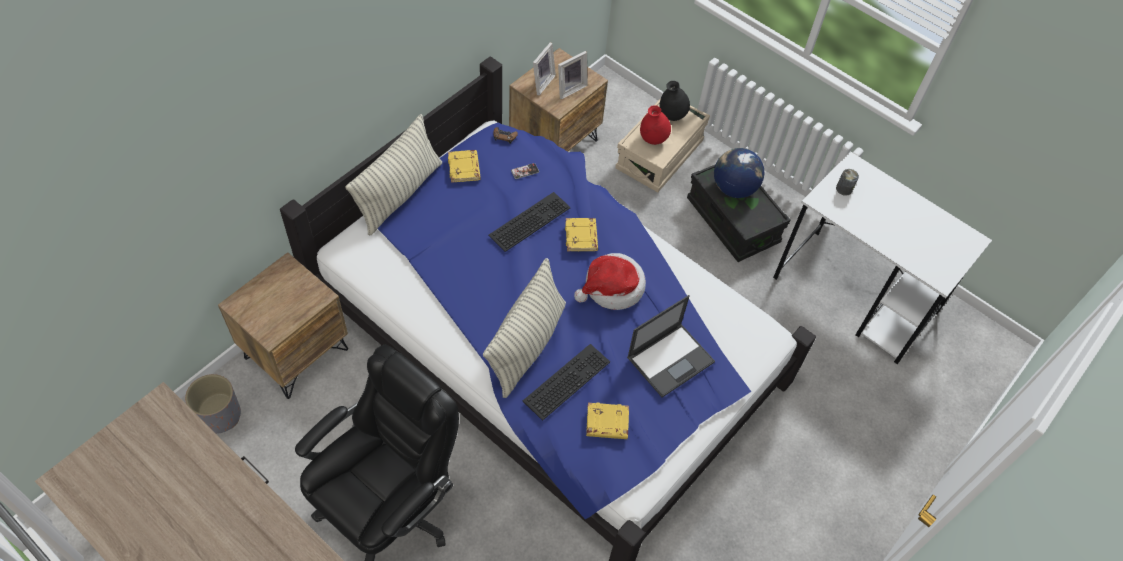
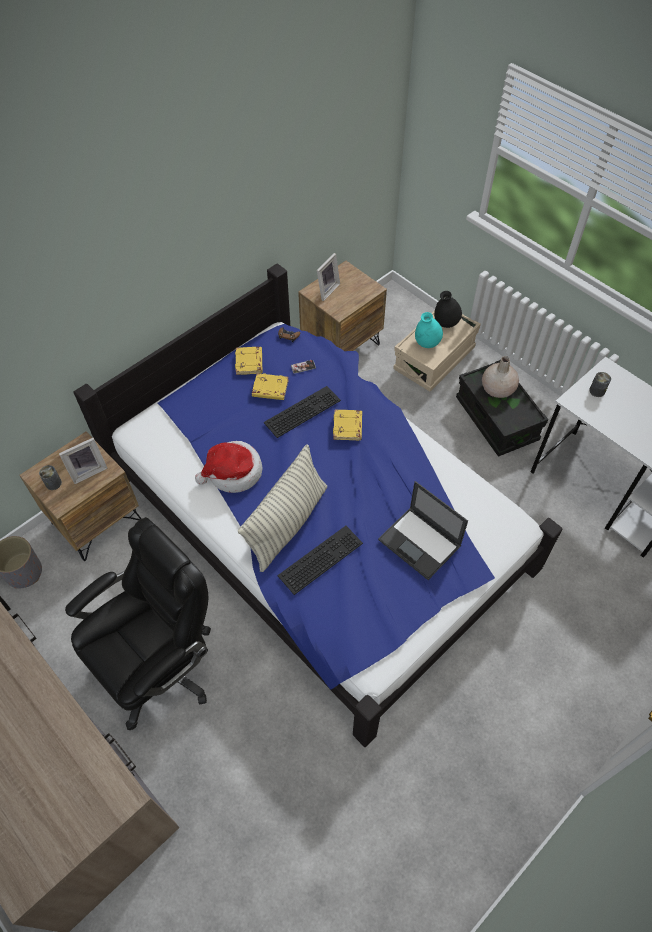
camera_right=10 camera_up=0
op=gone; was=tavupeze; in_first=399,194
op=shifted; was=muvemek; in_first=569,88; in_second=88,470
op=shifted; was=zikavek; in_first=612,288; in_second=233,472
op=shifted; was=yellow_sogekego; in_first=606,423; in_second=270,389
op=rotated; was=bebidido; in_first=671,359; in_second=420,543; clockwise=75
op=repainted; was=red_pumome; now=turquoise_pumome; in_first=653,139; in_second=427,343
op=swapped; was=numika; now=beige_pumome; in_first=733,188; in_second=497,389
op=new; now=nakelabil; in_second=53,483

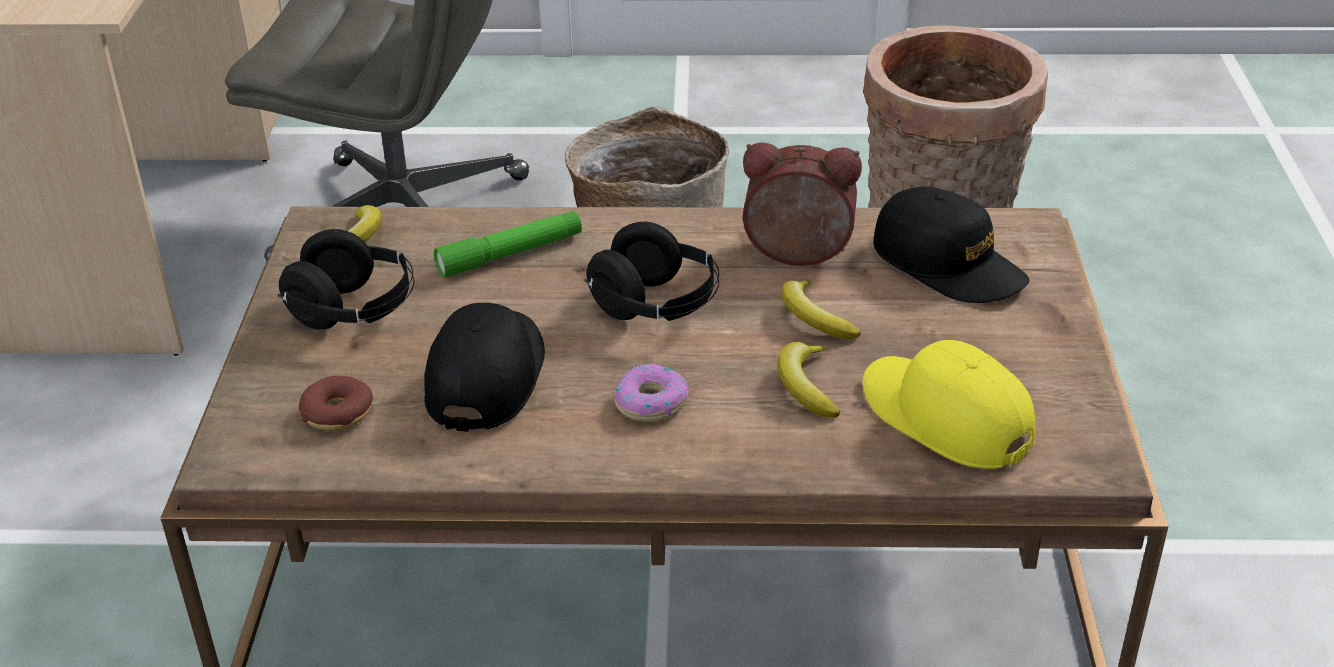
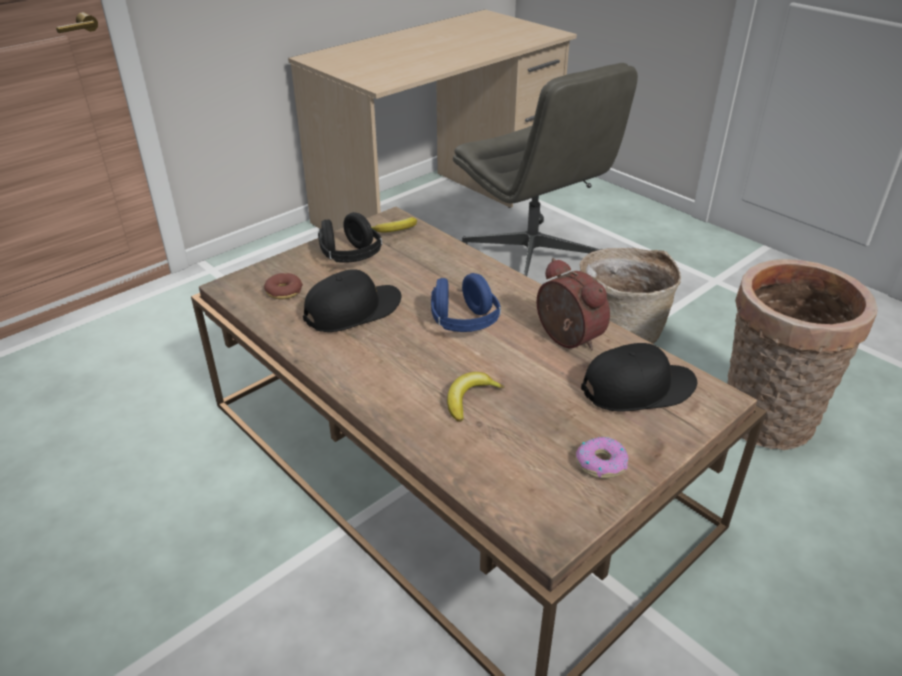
camera_right=45 camera_up=0
op=gone; was=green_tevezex; in_first=510,254
op=repainted; was=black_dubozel; now=blue_dubozel; in_first=656,306; in_second=464,323
op=shifted; was=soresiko; in_first=650,402; in_second=601,463
op=gone; was=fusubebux; in_first=814,318
op=gone; was=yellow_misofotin; in_first=946,417
op=rotated; was=black_misofotin; in_first=948,264; in_second=638,389; clockwise=-105

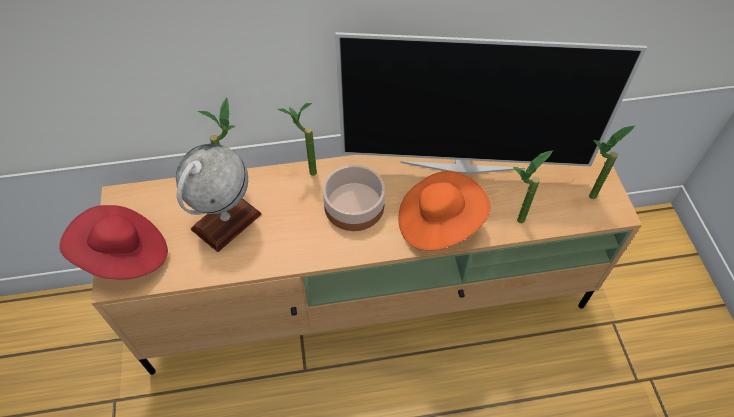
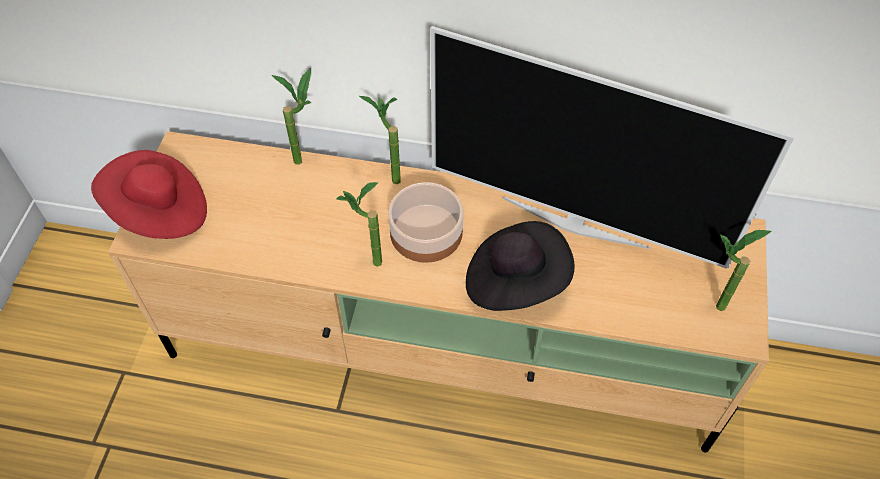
camera_right=20 camera_up=0
op=gone; was=numika; in_first=226,222
op=repainted; was=orange_zikavek; now=black_zikavek; in_first=438,222; in_second=515,281
op=shifted; was=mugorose; in_first=514,223; in_second=367,264

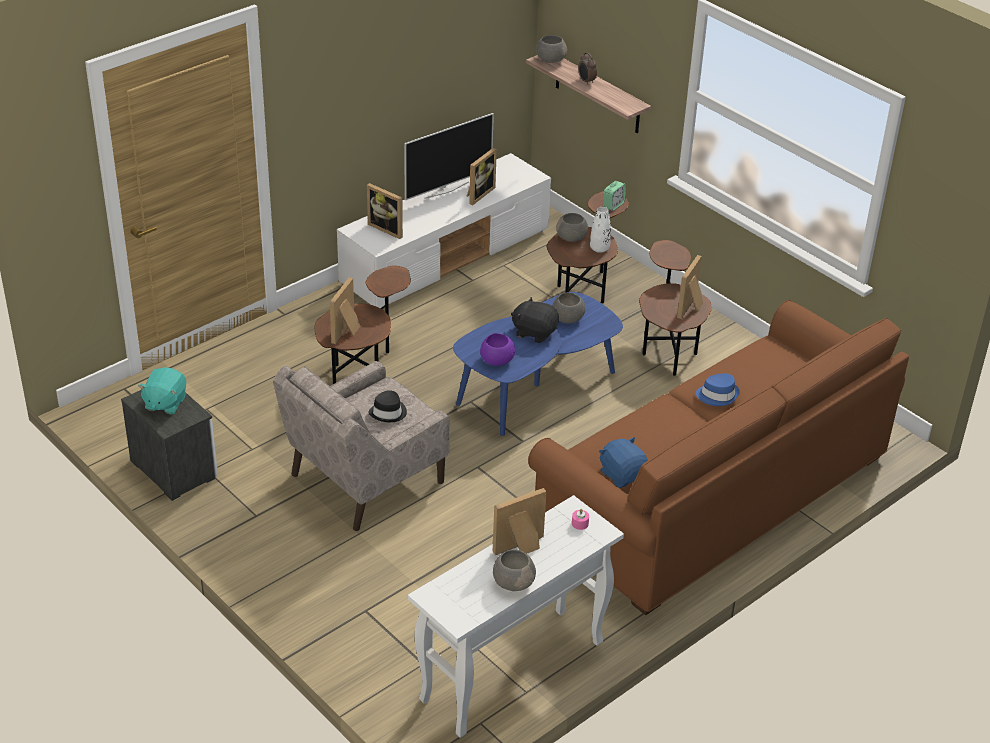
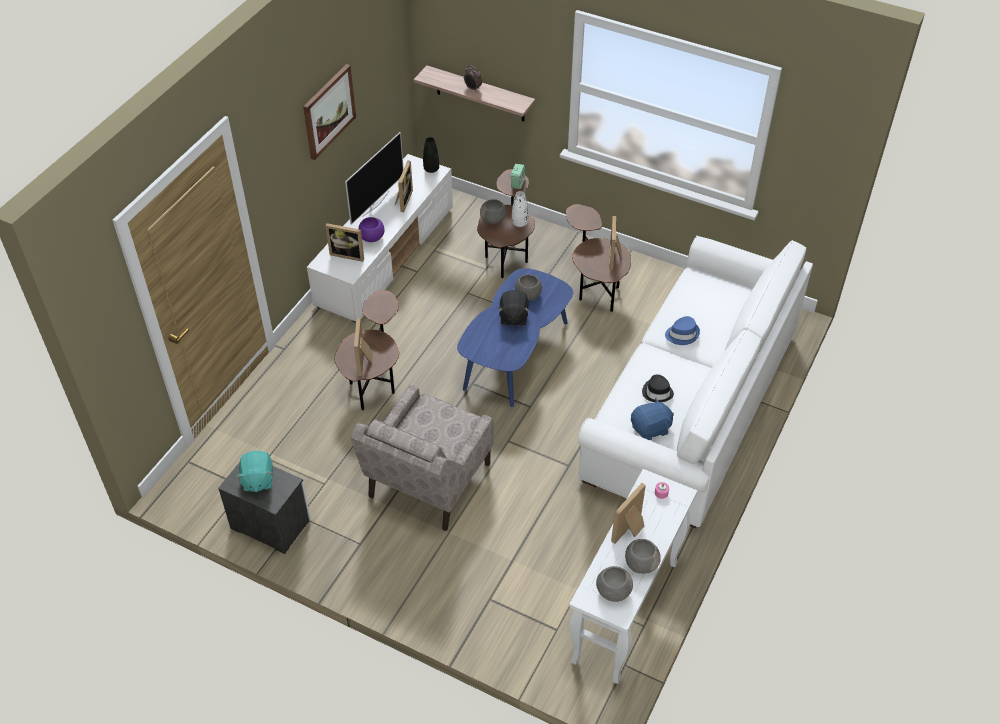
camera_right=-20 camera_up=10
op=shifted; was=black_zikavek; in_first=388,412; in_second=657,392
op=shifted; was=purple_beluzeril; in_first=496,360; in_second=371,237
op=rotated; was=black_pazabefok; in_first=534,332; in_second=513,317; clockwise=-90
op=repainted; was=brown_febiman; now=white_febiman; in_first=714,494; in_second=691,406
op=shifted; was=grey_beluzeril; in_first=550,59; in_second=612,590
op=rotated; was=blue_pazabefok; in_first=622,475; in_second=651,429; clockwise=120
op=new; now=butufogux; in_second=328,111
op=new; now=black_pumome; in_second=431,169

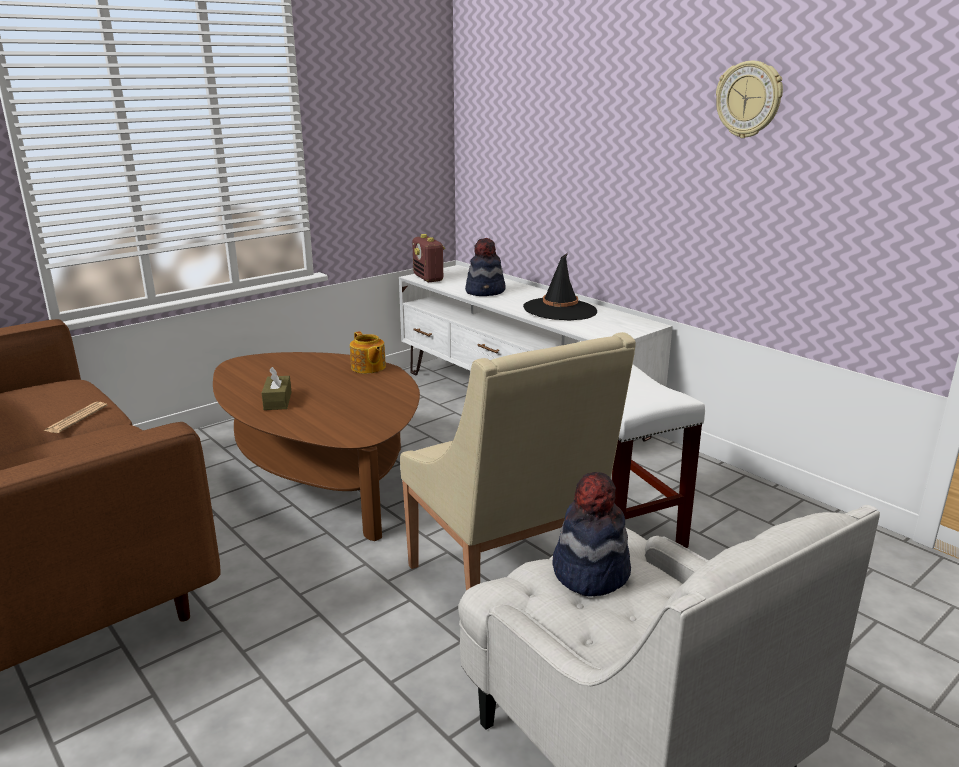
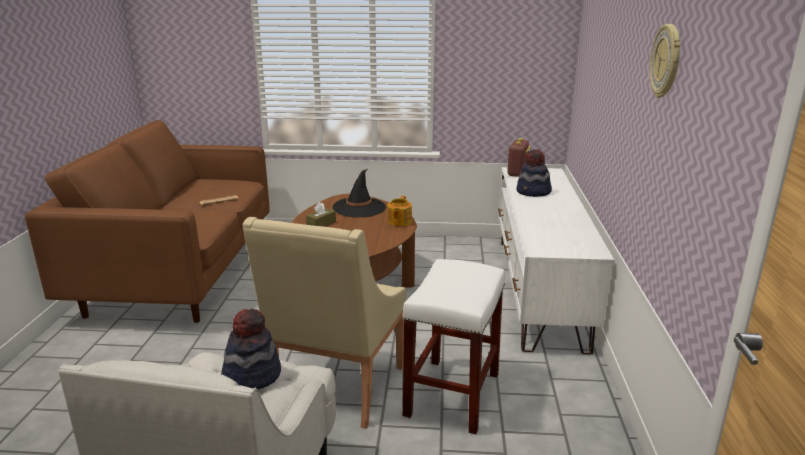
camera_right=45 camera_up=0
op=shifted; was=black_zikavek; in_first=560,310; in_second=359,208

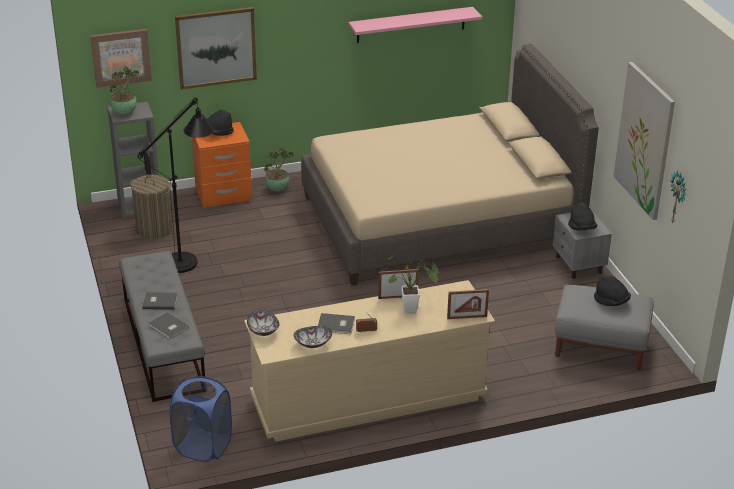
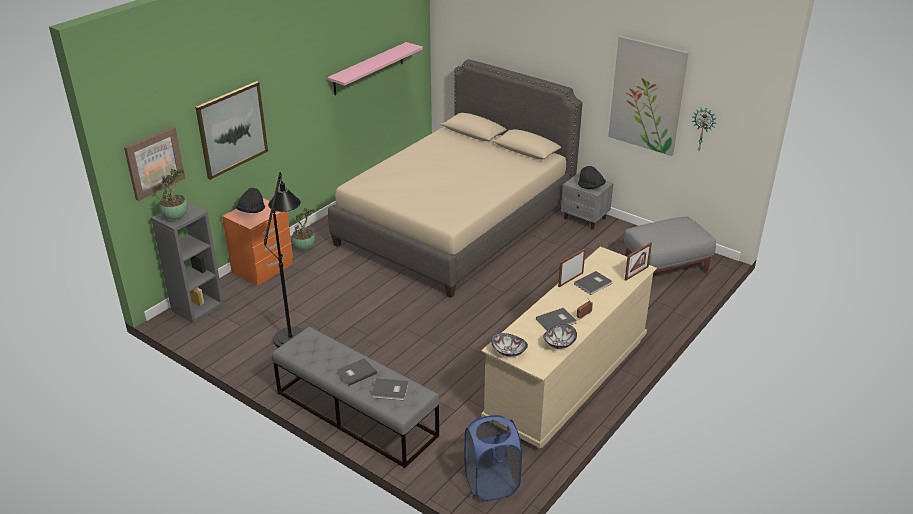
camera_right=-35 camera_up=0
op=gone; was=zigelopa; in_first=154,229
op=swapped; was=mugorose; now=grey_sogekego; in_first=413,309; in_second=594,284
op=gone; was=black_zikavek; in_first=611,302

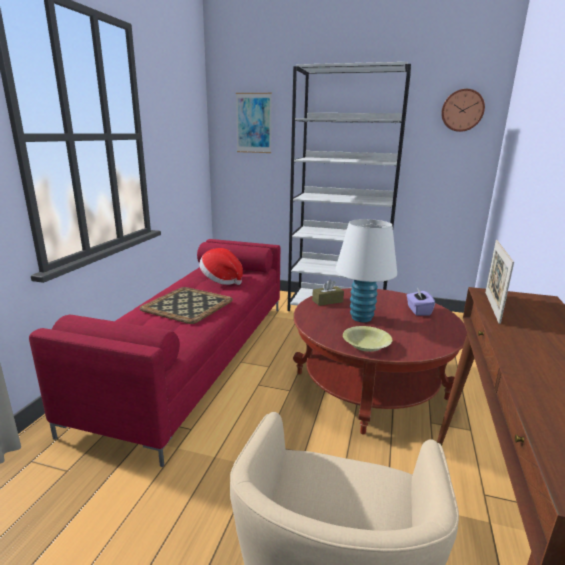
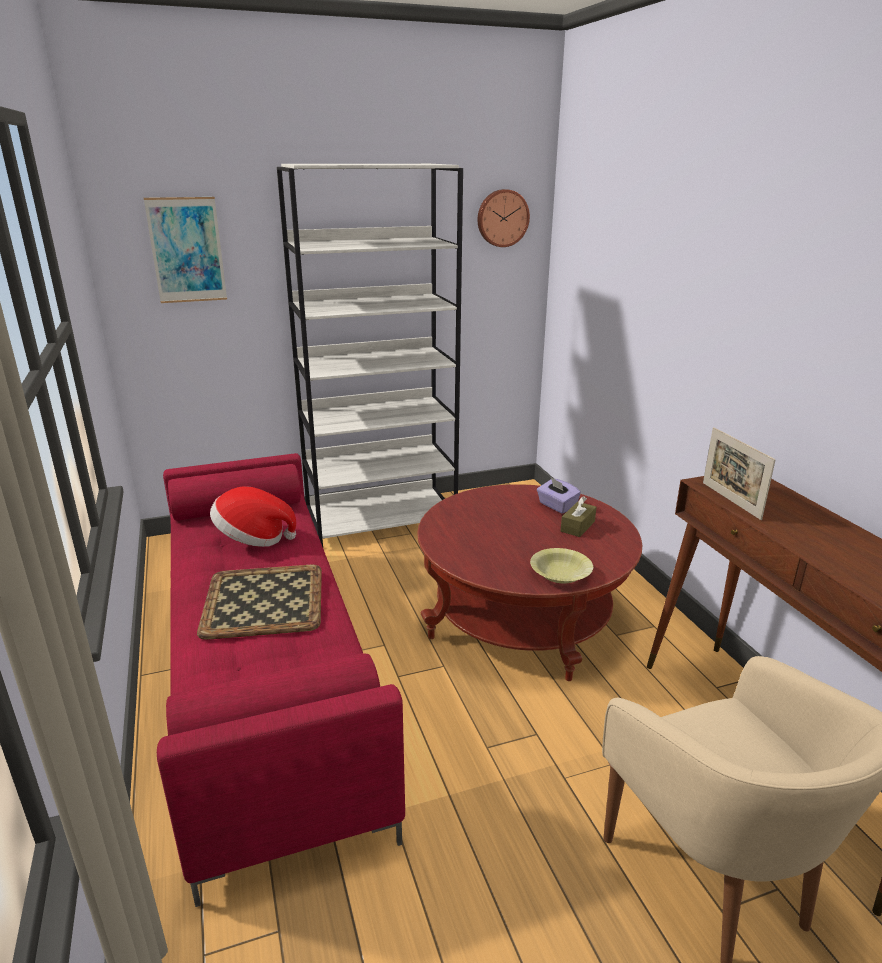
camera_right=-35 camera_up=5
op=shifted; was=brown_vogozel; in_first=327,301; in_second=577,526
op=gone; was=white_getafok; in_first=361,318

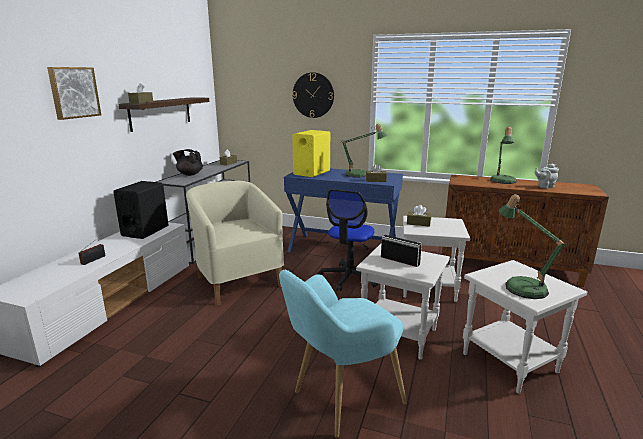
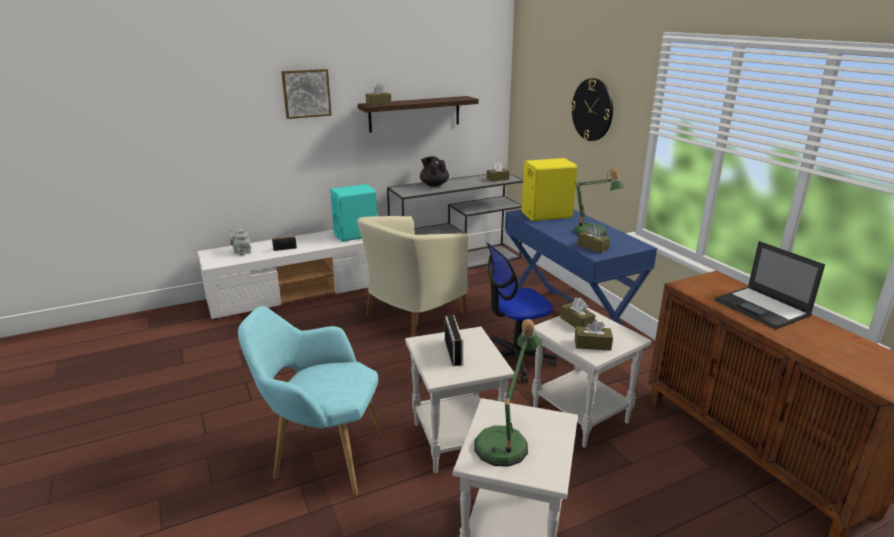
camera_right=45 camera_up=5
op=repainted; was=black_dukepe; now=turquoise_dukepe; in_first=145,231; in_second=356,234
op=rotated; was=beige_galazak; in_first=237,281; in_second=412,314; clockwise=-150
op=swapped; was=getafok; now=bebidido; in_first=502,182; in_second=763,308
op=shifted; was=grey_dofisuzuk; in_first=544,186; in_second=241,252
op=new; now=brown_vogozel; in_second=592,344

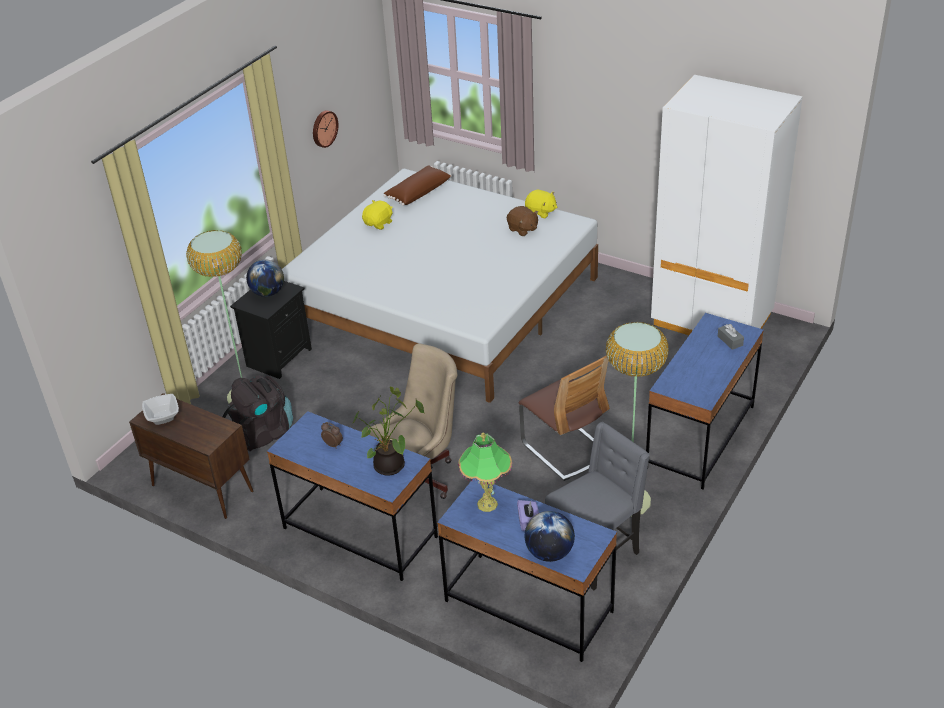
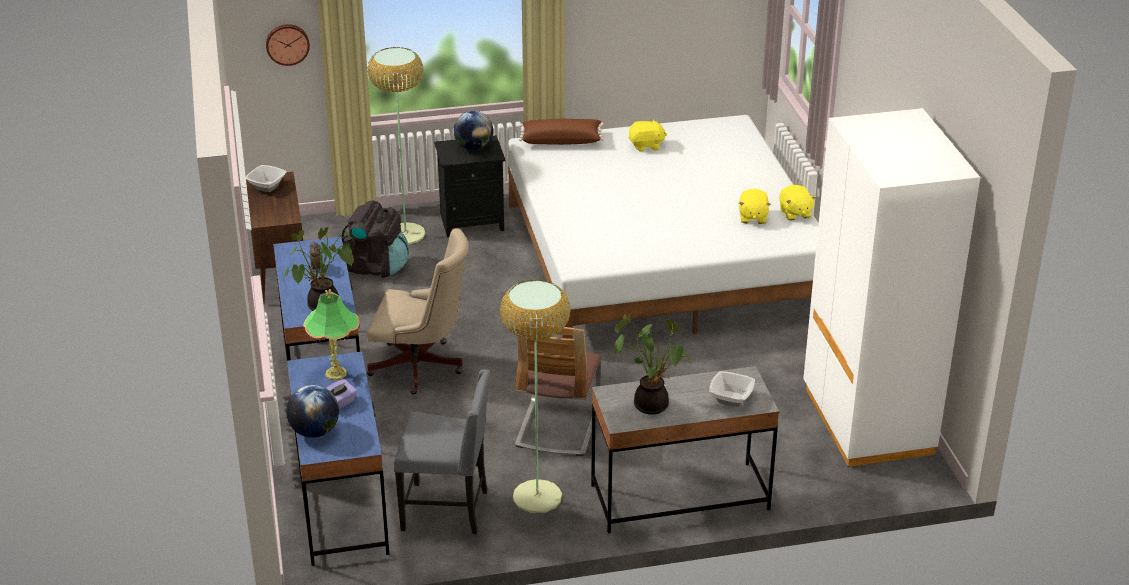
camera_right=45 camera_up=-5
op=shifted; was=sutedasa; in_first=323,128; in_second=287,44
op=shifted; was=brown_tavupeze; in_first=417,192; in_second=561,140
op=repainted; was=brown_pazabefok; now=yellow_pazabefok; in_first=522,229; in_second=752,217
op=repainted; was=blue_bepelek; now=grey_bepelek; in_first=700,437; in_second=679,497
op=swapped; was=grey_vogozel; now=beluzeril; in_first=730,341; in_second=731,399
op=new; now=mugorose; in_second=651,403

